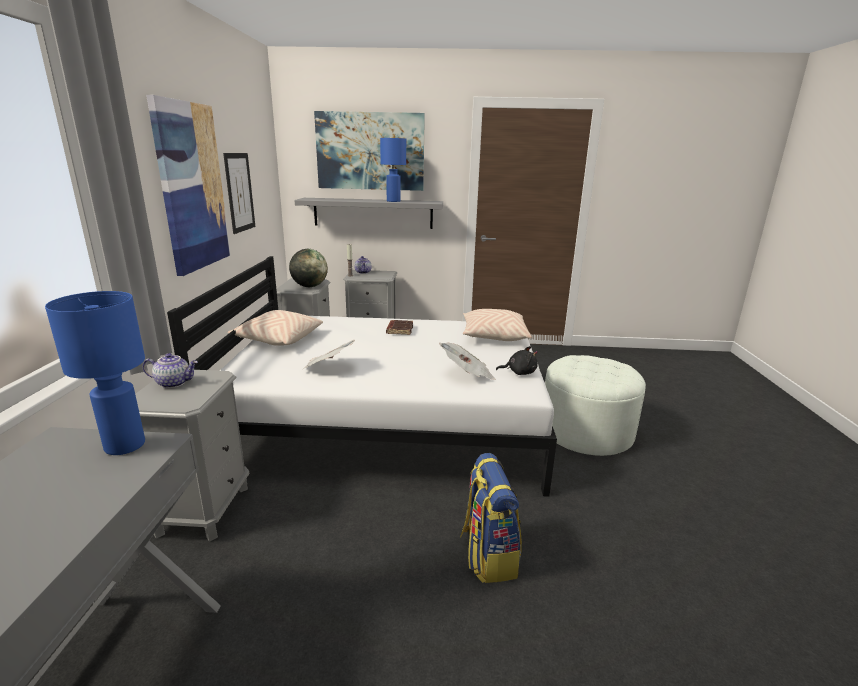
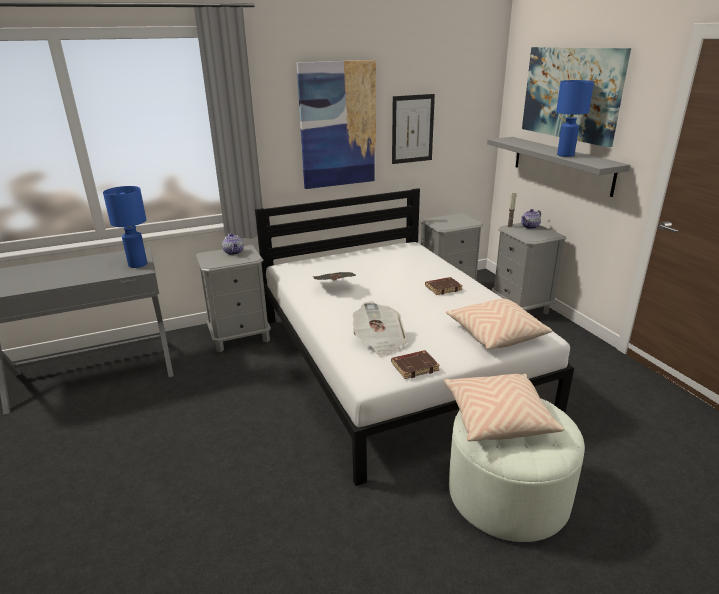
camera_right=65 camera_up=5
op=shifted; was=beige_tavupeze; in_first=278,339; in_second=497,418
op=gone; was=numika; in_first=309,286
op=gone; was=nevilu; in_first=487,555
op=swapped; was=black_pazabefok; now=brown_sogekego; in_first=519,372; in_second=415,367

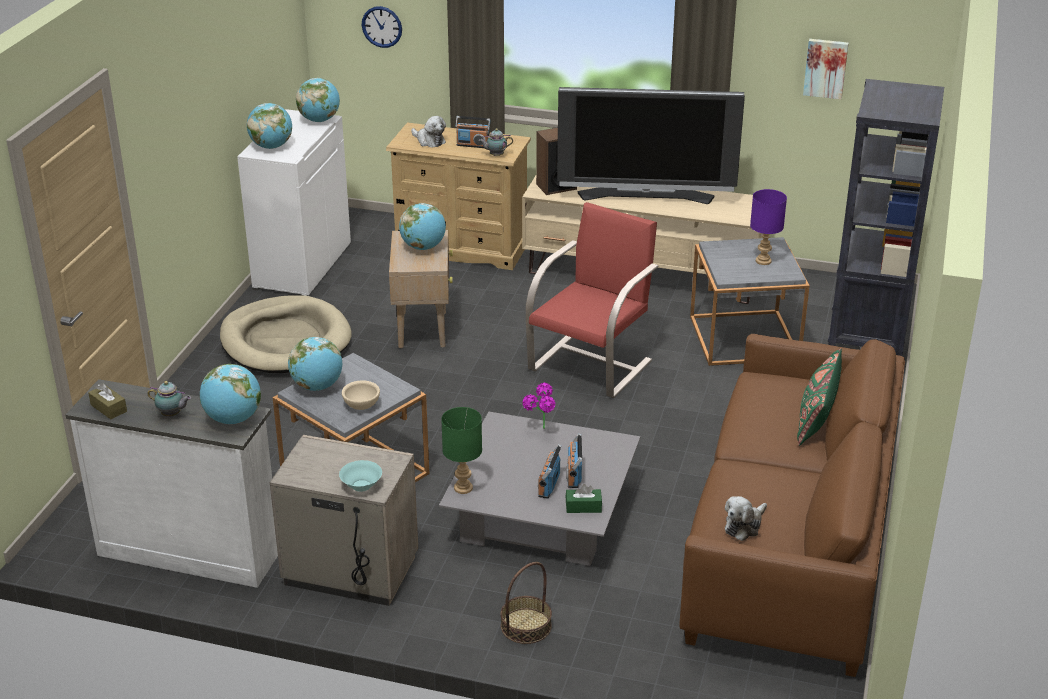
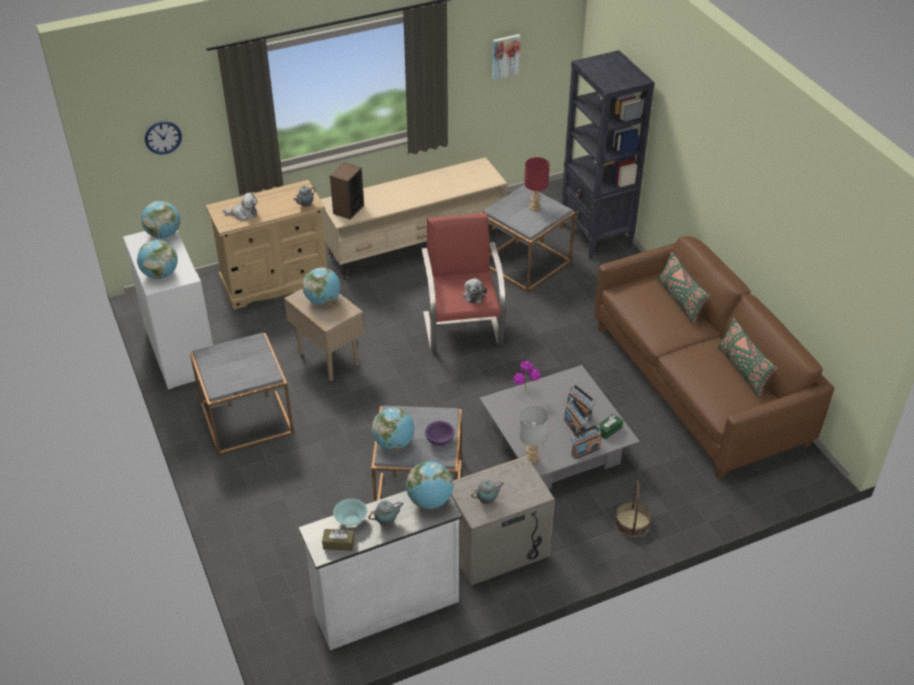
camera_right=-40 camera_up=10
op=swapped; was=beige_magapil; now=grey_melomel; in_first=285,341; in_second=246,418
op=shifted; was=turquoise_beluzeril; in_first=361,485; in_second=350,519
op=repainted; was=beige_beluzeril; now=purple_beluzeril; in_first=361,406; in_second=439,441
op=repainted; was=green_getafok; now=grey_getafok; in_first=462,488; in_second=531,459
op=shifted; was=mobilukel; in_first=472,145; in_second=585,451
op=gone; was=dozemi; in_first=646,196
op=shifted; was=pazabefok; in_first=744,526; in_second=474,294
op=repainted; was=purple_getafok; now=red_getafok; in_first=764,261; in_second=535,207
op=new; now=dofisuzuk; in_second=488,500
op=new; now=green_tavupeze; in_second=743,370

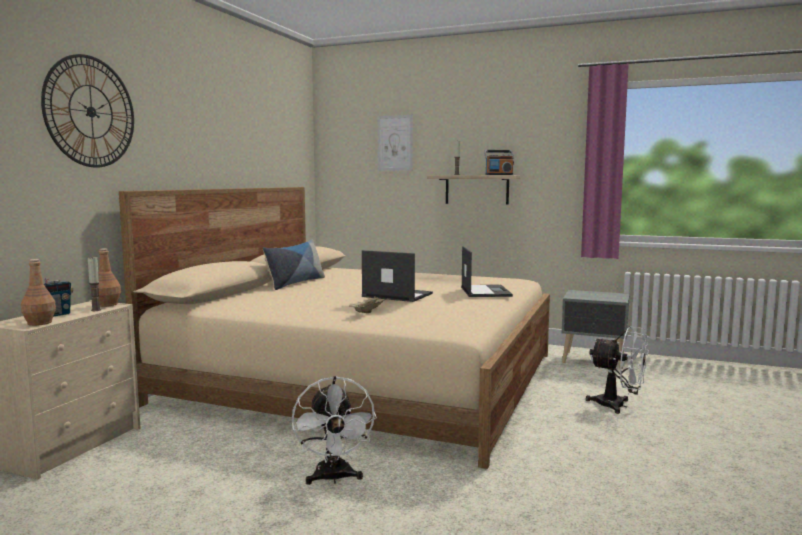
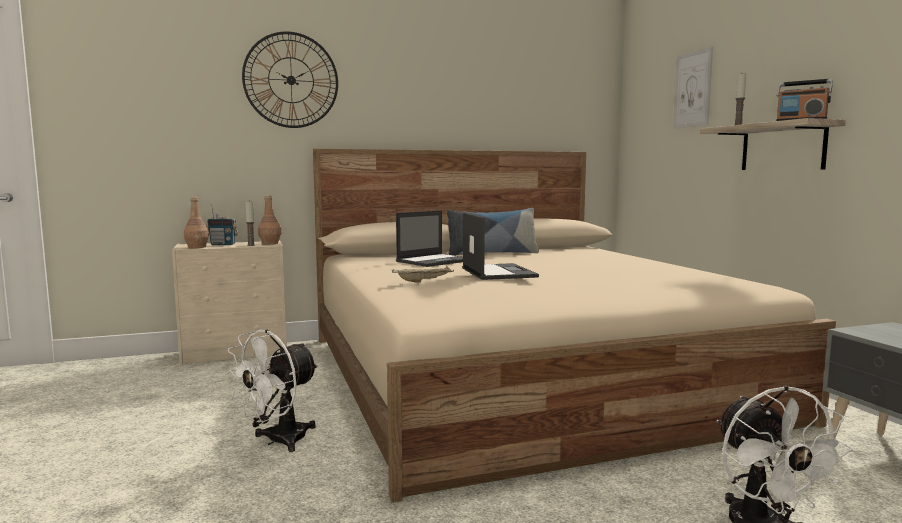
camera_right=50 camera_up=0
op=shifted; was=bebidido; in_first=485,291; in_second=434,261

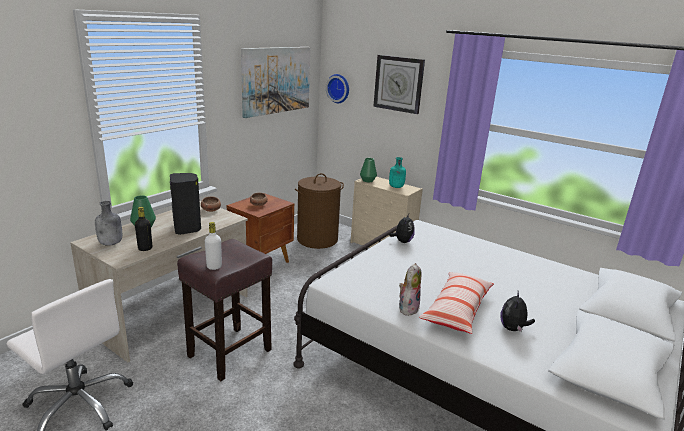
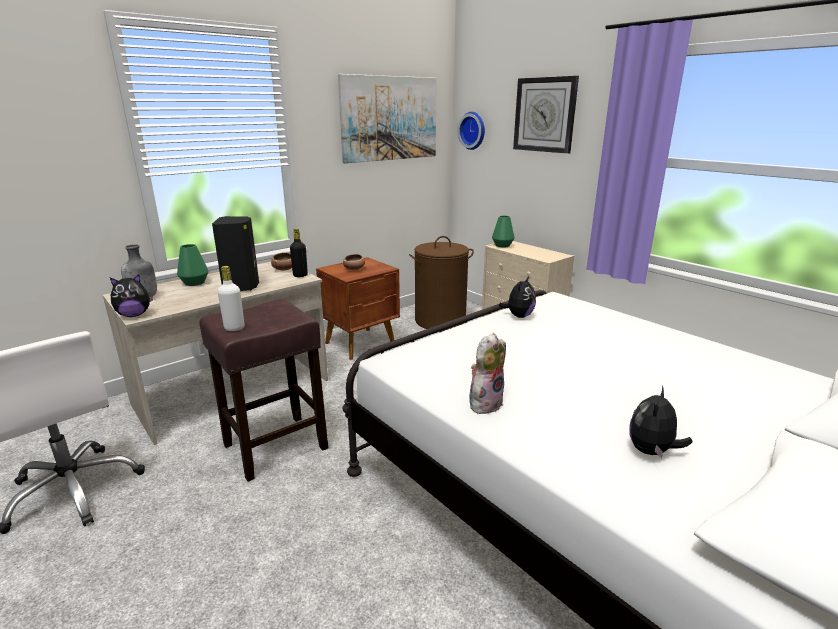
camera_right=15 camera_up=0
op=shifted; was=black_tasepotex; in_first=145,248; in_second=300,275
op=gone; was=turquoise_tasepotex; in_first=396,187
op=gone; was=tavupeze; in_first=457,310
op=new; now=pazabefok; in_second=134,315

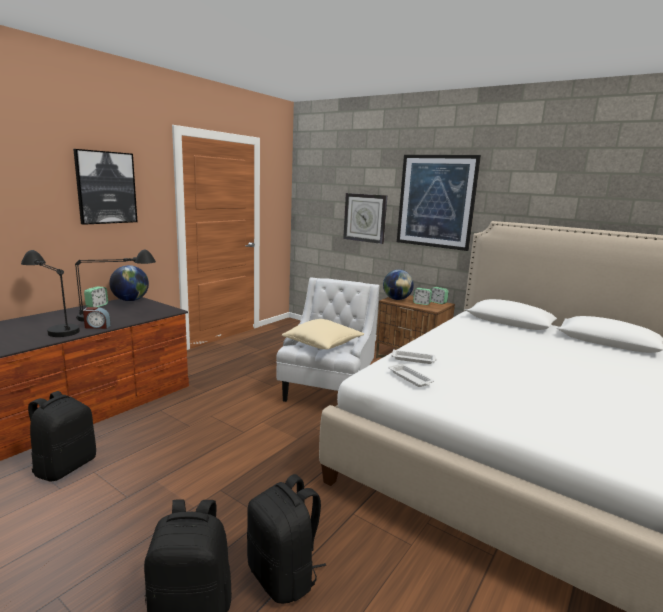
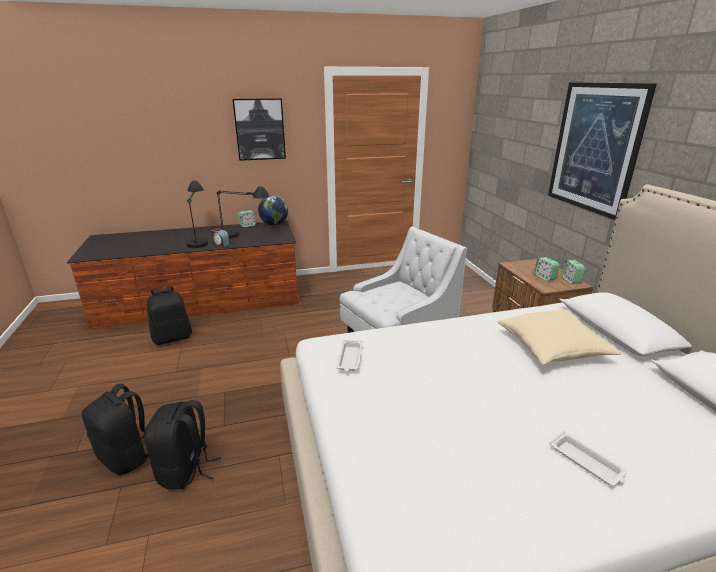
camera_right=40 camera_up=10
op=shifted; was=beige_tavupeze; in_first=323,344; in_second=552,348
op=gone; was=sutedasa; in_first=365,218
op=gone; was=numika; in_first=397,299
op=shifted; was=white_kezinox; in_first=414,359; in_second=587,462

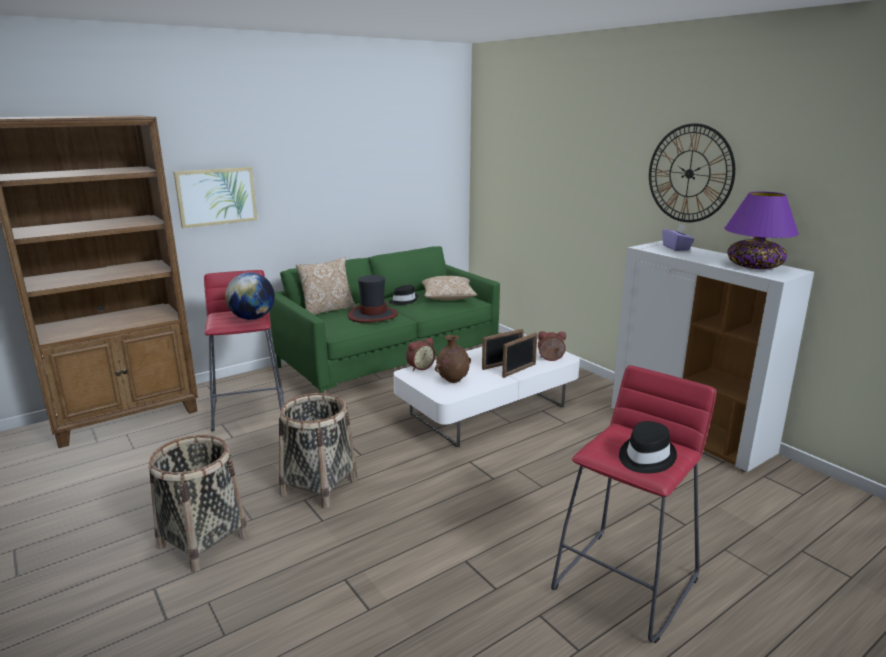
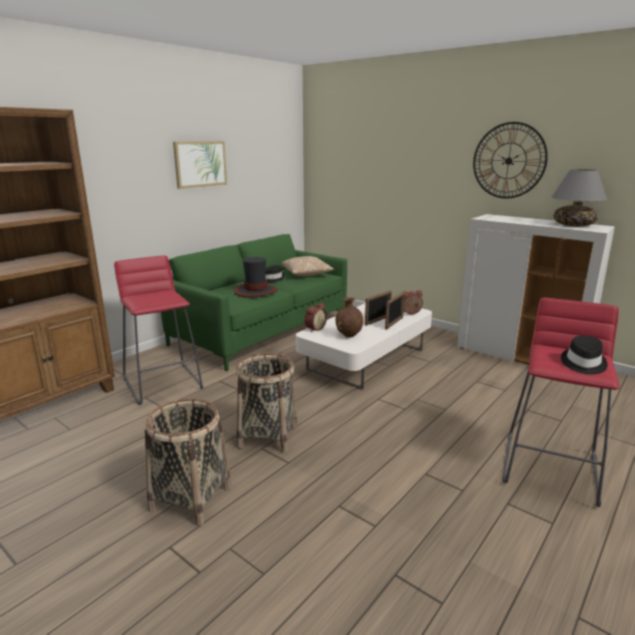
camera_right=-15 camera_up=0
op=shifted; was=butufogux; in_first=216,196; in_second=200,164
op=gone; was=numika; in_first=252,318
op=gone; was=tavupeze; in_first=327,310
op=gone; was=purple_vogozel; in_first=676,248
op=repainted; was=purple_getafok; now=grey_getafok; in_first=754,266; in_second=574,225

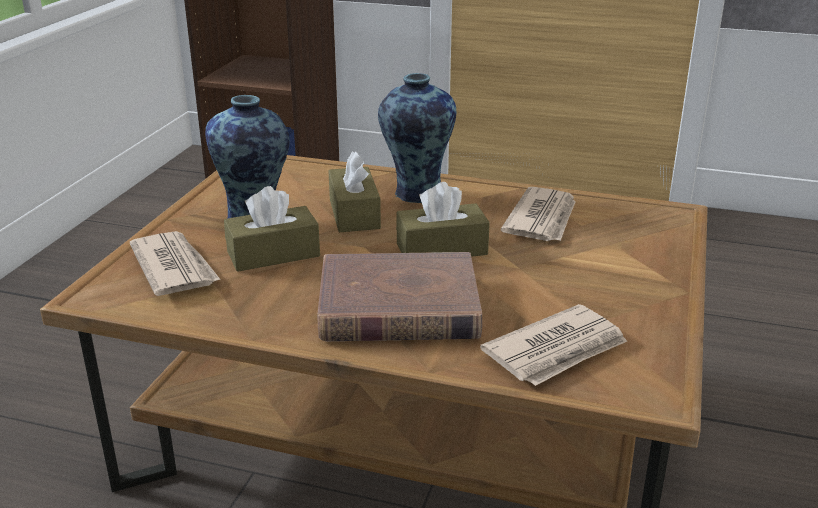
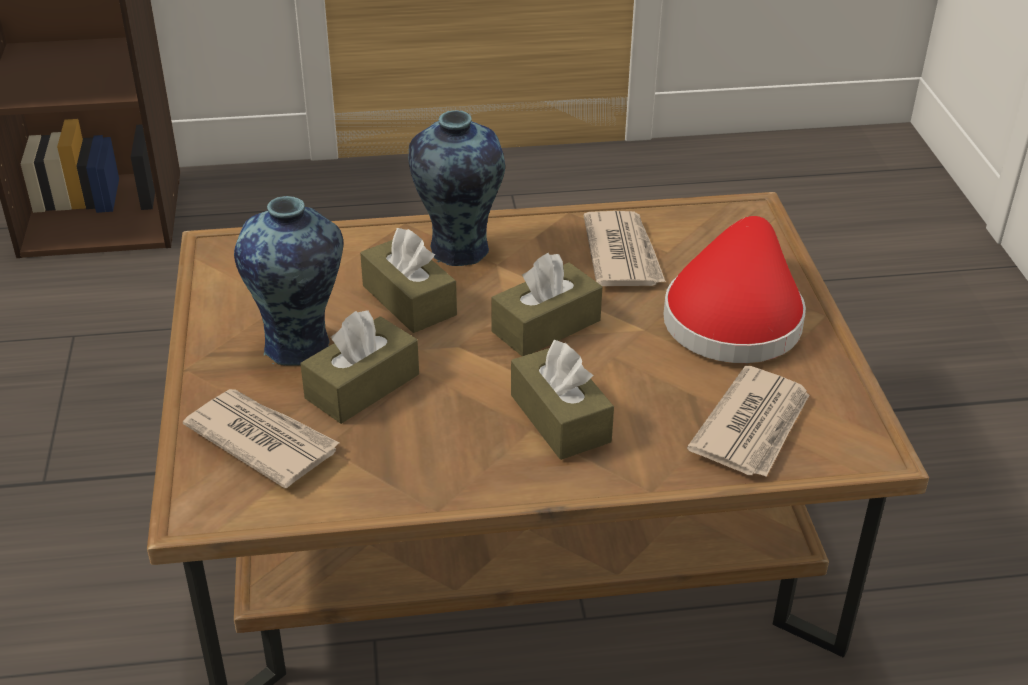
camera_right=-25 camera_up=10
op=swapped; was=brown_sogekego; now=brown_vogozel; in_first=398,306; in_second=560,418
op=new; now=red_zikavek; in_second=733,316

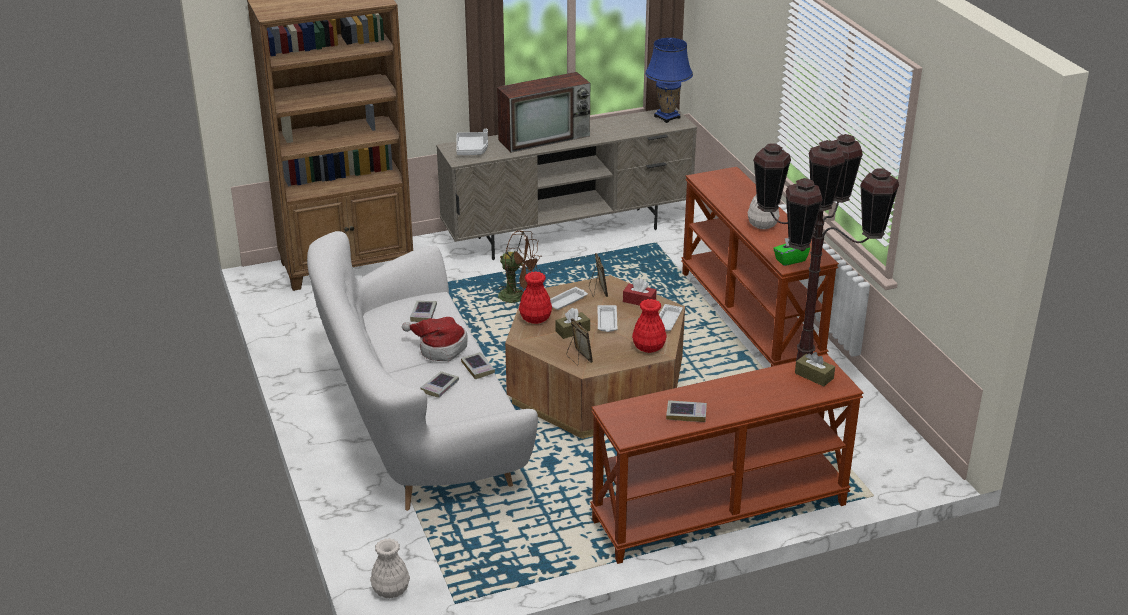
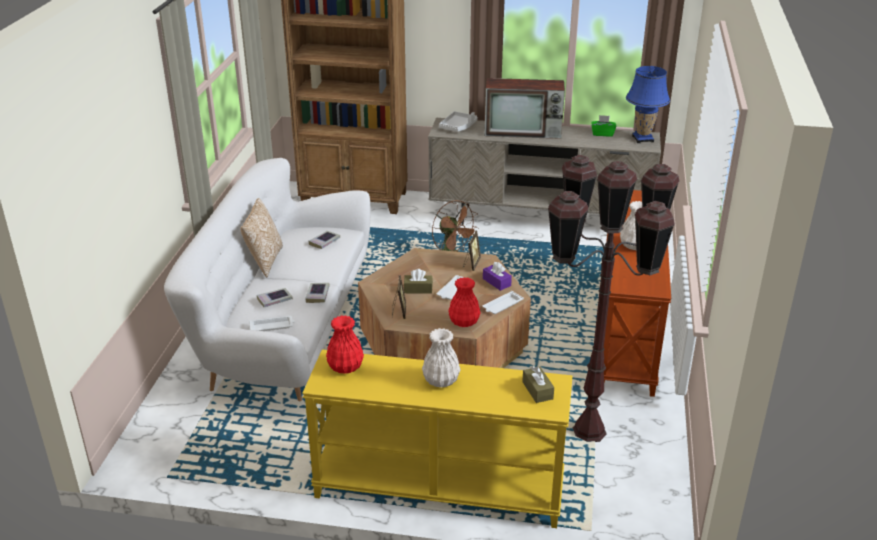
camera_right=30 camera_up=0
op=shifted; was=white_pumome; in_first=390,590; in_second=440,381
op=gone; was=zikavek; in_first=439,348
op=shifted; was=red_pumome; in_first=536,319; in_second=345,367
op=shifted; was=white_kezinox; in_first=567,301; in_second=272,326
op=repainted; was=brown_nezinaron; now=yellow_nezinaron; in_first=720,514; in_second=437,490
op=repainted; was=red_vogozel; now=purple_vogozel; in_first=639,301; in_second=496,282
op=gone; was=sogekego; in_first=686,414
op=shifted; was=green_vogozel; in_first=790,260; in_second=602,133
op=new; now=tavupeze; in_second=264,261

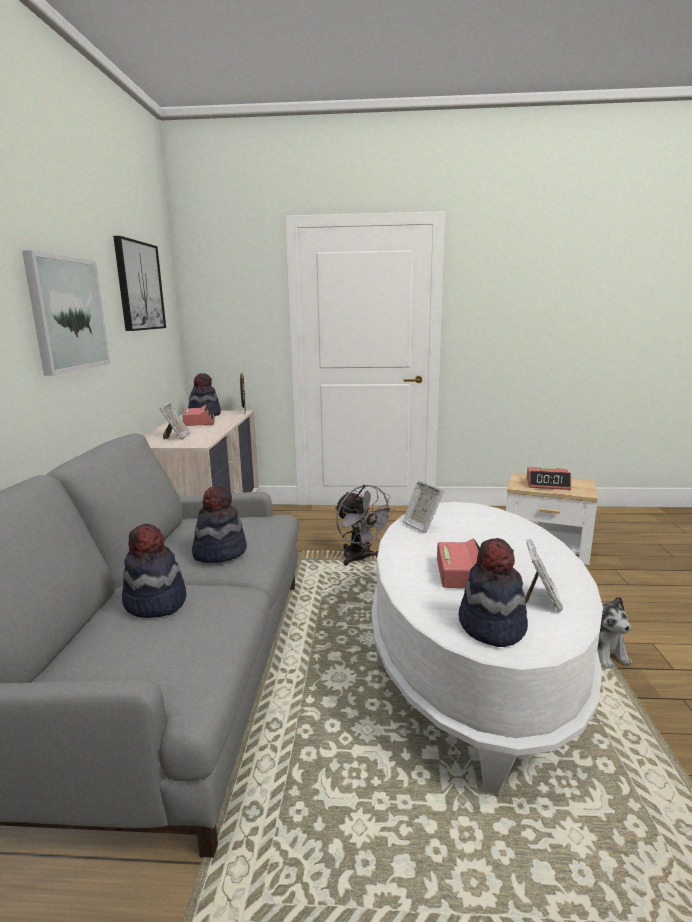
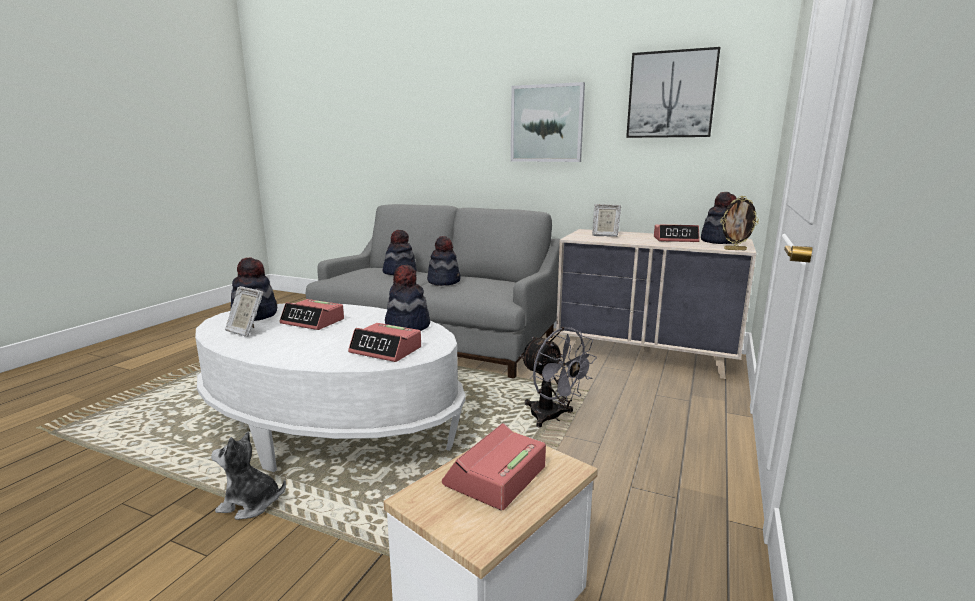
camera_right=110 camera_up=0
op=rotated; was=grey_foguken; in_first=360,559; in_second=552,417; clockwise=-120
op=swapped; was=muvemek; now=zikavek; in_first=421,526; in_second=407,326
op=new; now=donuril; in_second=386,350

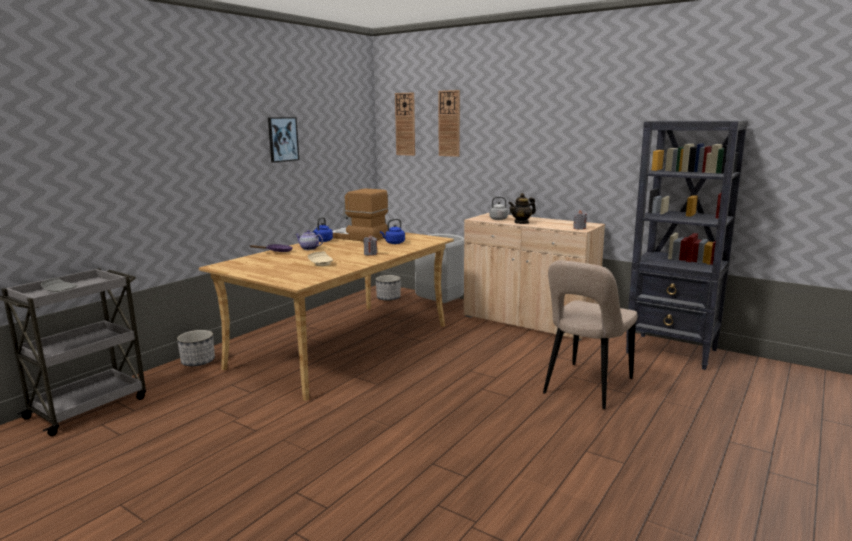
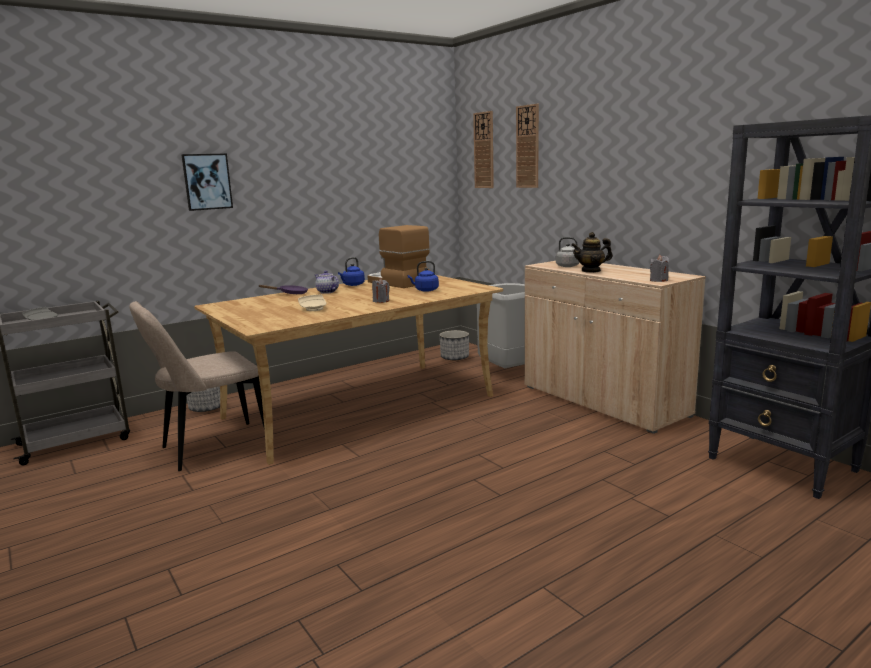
camera_right=20 camera_up=0
op=shifted; was=butufogux; in_first=282,139; in_second=207,181
op=shifted; was=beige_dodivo; in_first=586,387; in_second=210,448

